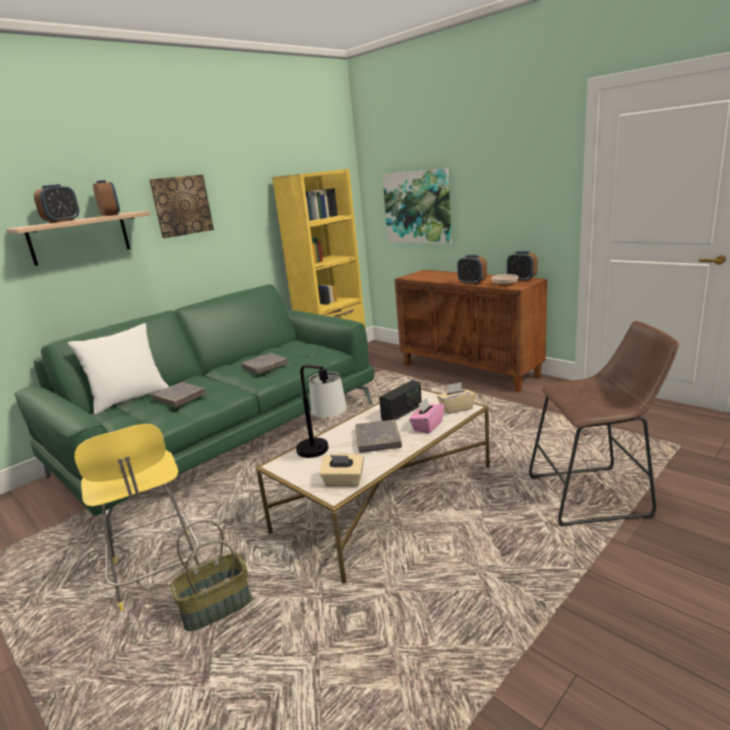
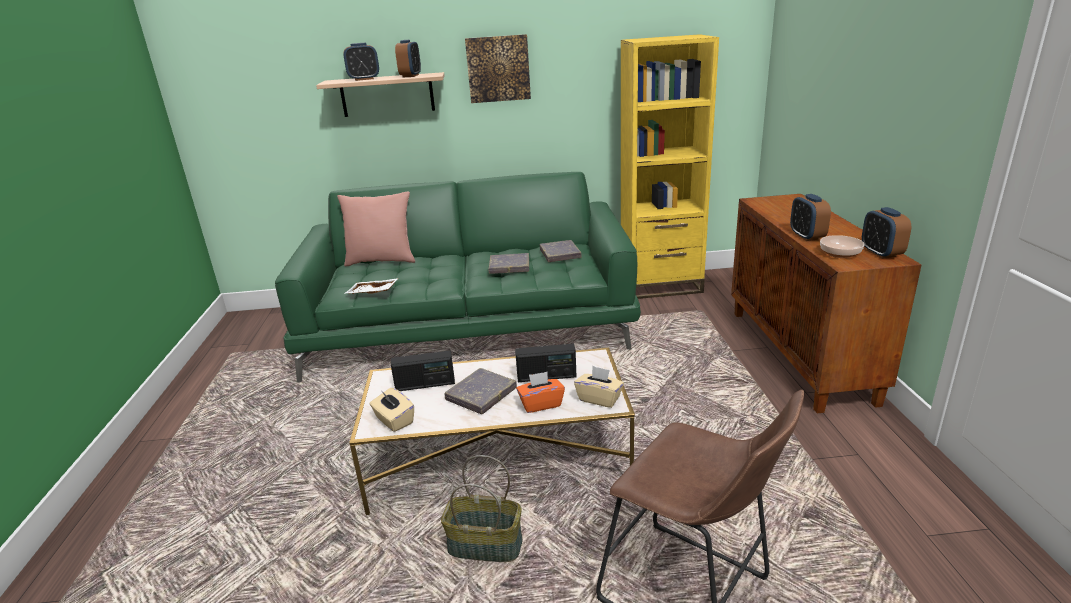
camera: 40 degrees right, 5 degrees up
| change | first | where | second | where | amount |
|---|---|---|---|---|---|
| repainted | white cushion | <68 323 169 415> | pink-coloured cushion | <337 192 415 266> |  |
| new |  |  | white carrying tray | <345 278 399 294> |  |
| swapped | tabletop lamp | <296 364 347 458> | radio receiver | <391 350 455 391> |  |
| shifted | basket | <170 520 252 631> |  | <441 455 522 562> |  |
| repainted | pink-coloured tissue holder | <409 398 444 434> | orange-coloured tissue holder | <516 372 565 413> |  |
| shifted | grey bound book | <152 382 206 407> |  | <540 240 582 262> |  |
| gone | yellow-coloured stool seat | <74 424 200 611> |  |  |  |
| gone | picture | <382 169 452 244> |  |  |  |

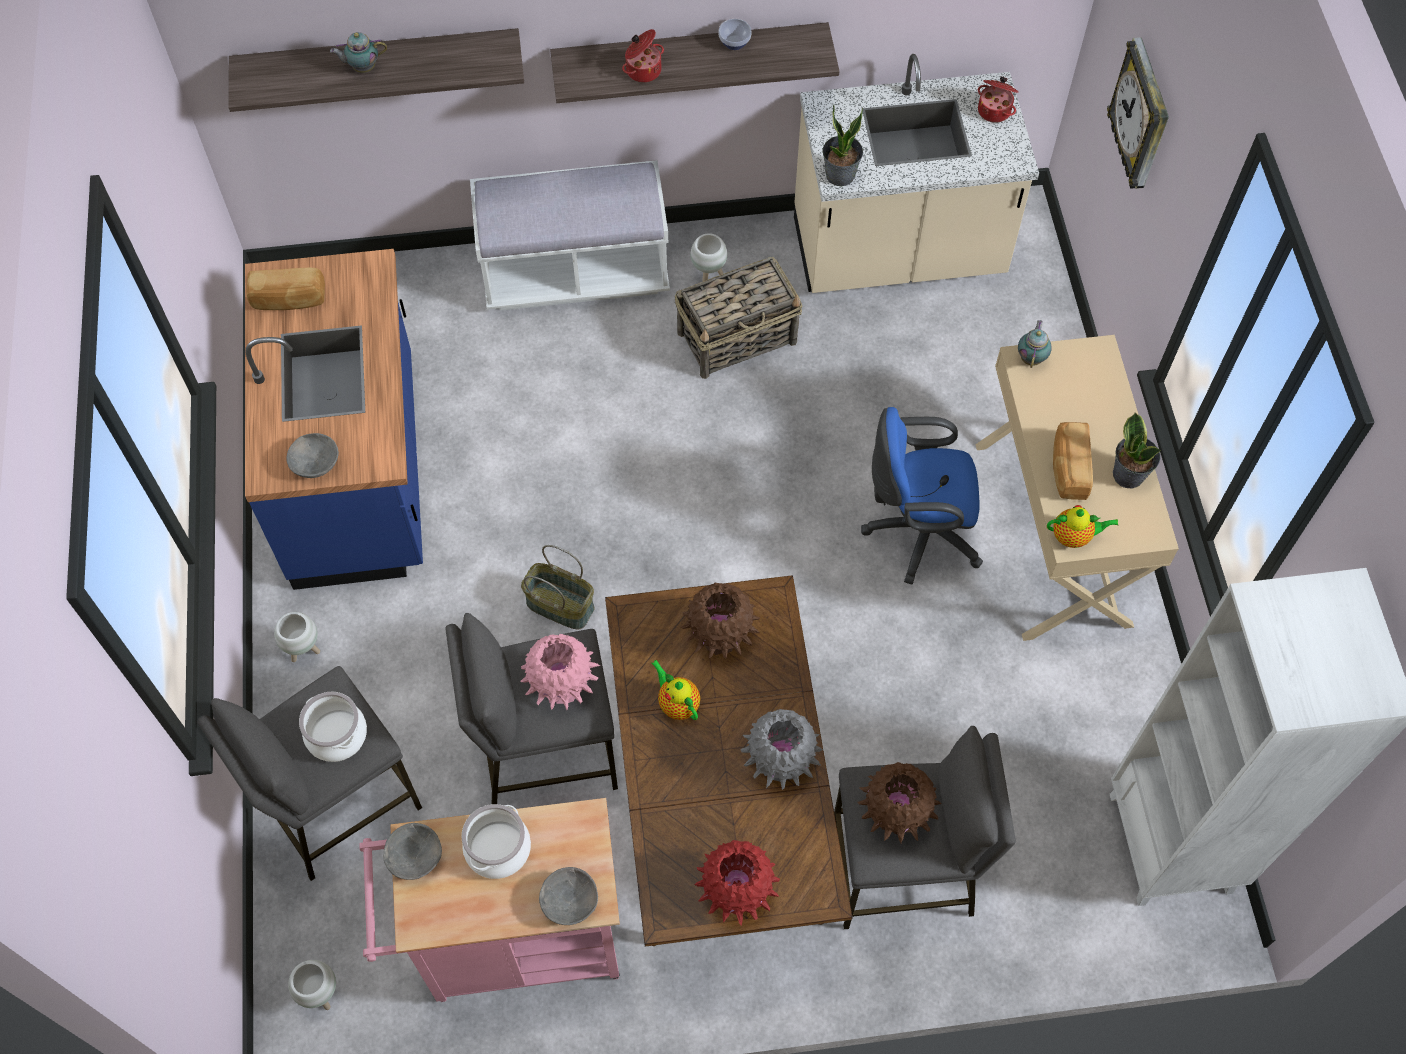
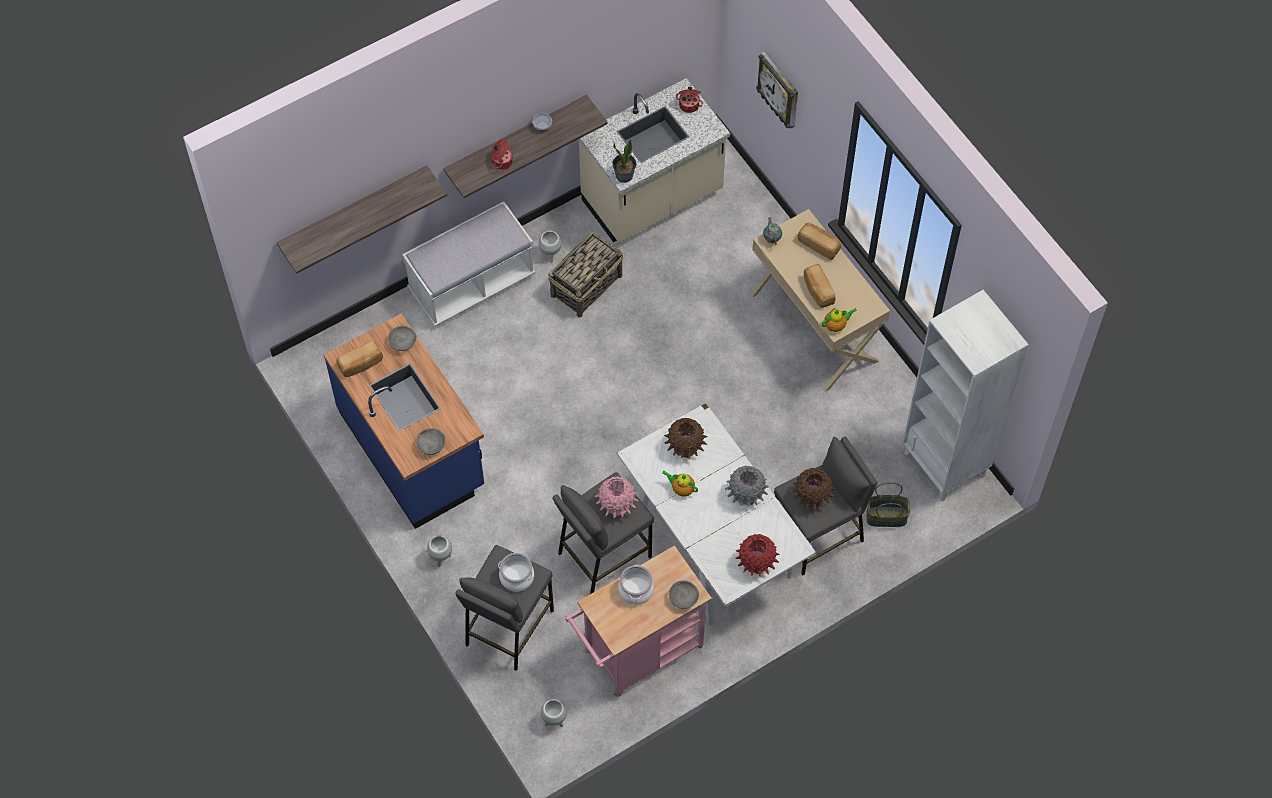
camera: 25 degrees left, 0 degrees up
| change | first | where | second | where | amount |
|---|---|---|---|---|---|
| shifted | grey serving bowl | <383 823 442 880> |  | <388 326 416 351> |  |
| repainted | brown-coloured dinner table | <605 575 853 947> | white dinner table | <617 403 816 625> |  |
| new |  |  | bread | <798 223 841 260> |  |
| shifted | basket | <521 545 594 629> |  | <866 482 910 527> |  |
| gone | tea pot | <330 32 387 73> |  |  |  |
| gone | blue computer chair | <861 407 983 584> |  |  |  |
| gone | plant in a pot | <1113 412 1161 489> |  |  |  |

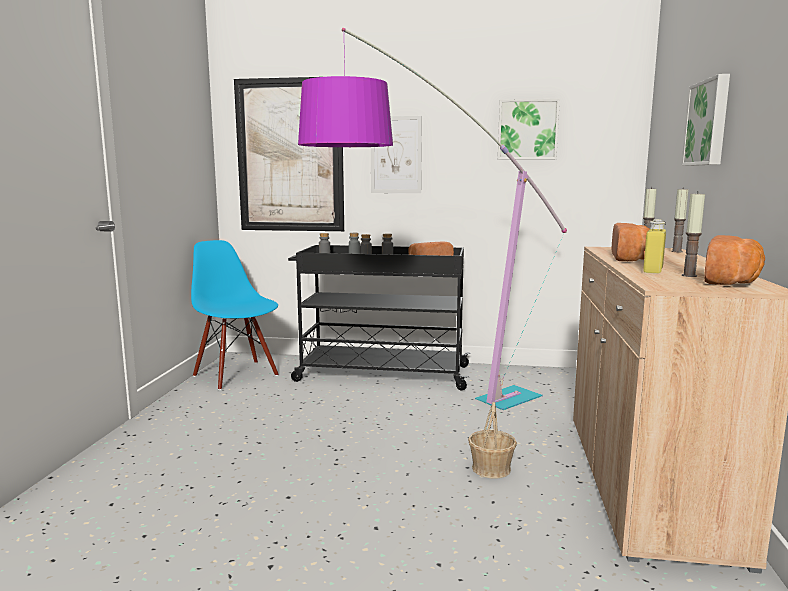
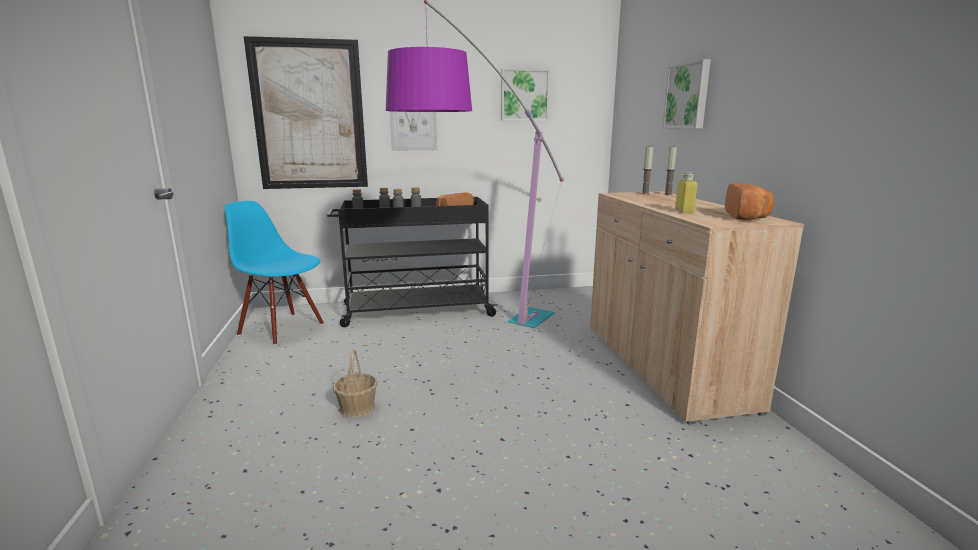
camera: 20 degrees left, 5 degrees up
| change | first | where | second | where | amount |
|---|---|---|---|---|---|
| shifted | basket | <468 402 517 478> |  | <333 349 378 418> |  |
| gone | bread | <612 223 649 261> |  |  |  |
| gone | wax candle | <682 191 705 277> |  |  |  |

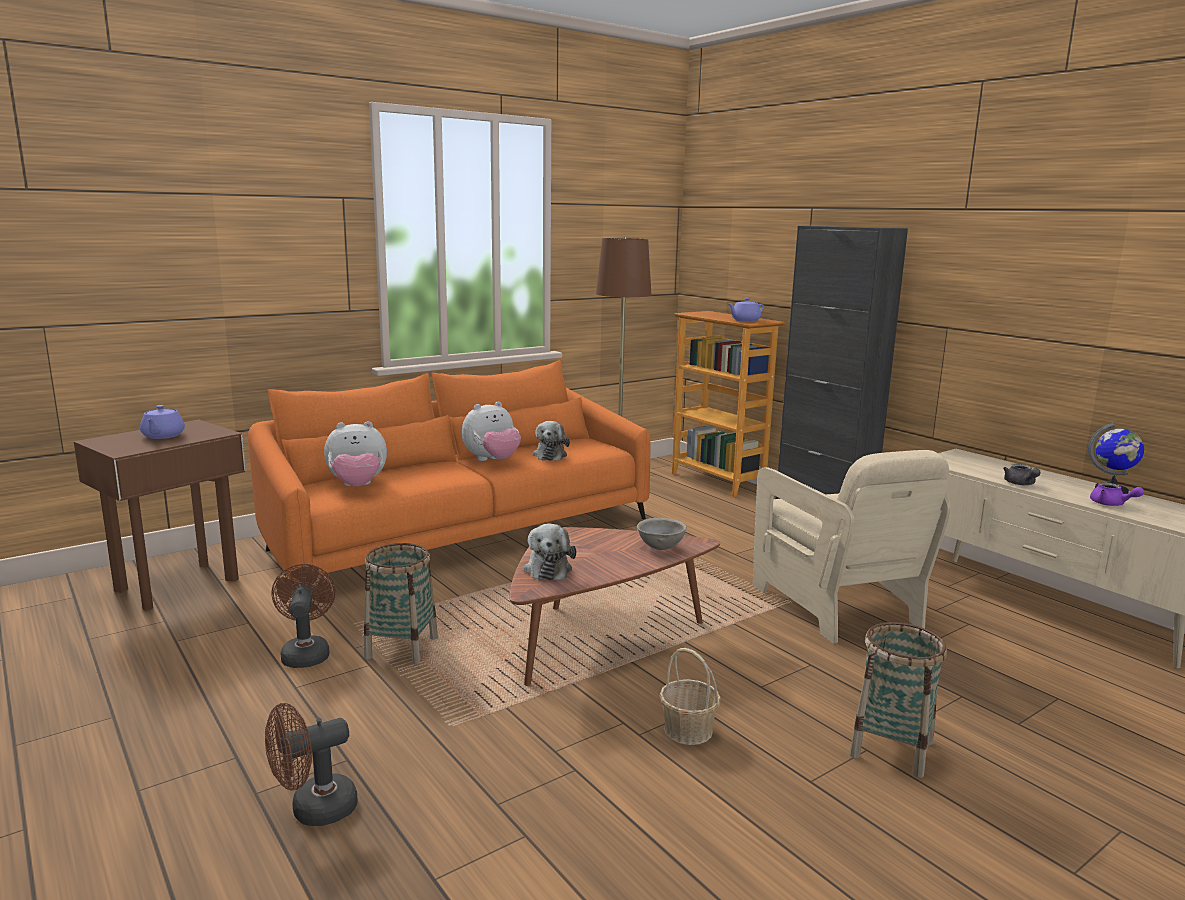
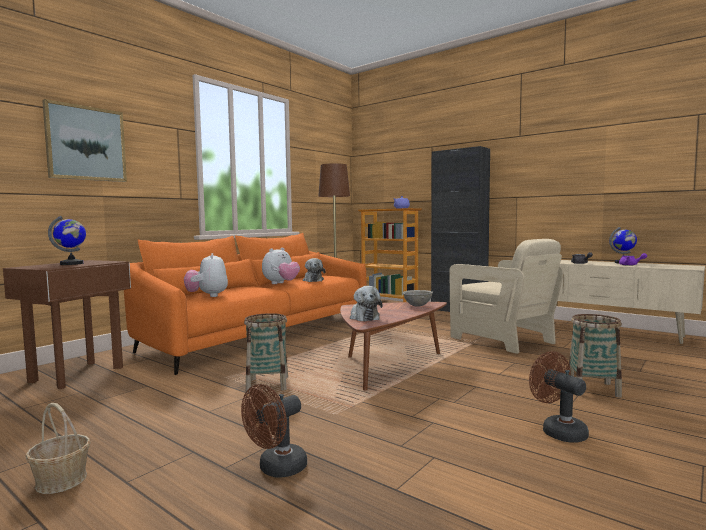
camera: 15 degrees left, 10 degrees down
| change | first | where | second | where | amount |
|---|---|---|---|---|---|
| shifted | basket | <659 648 721 745> |  | <25 403 91 494> |  |
| new |  |  | picture | <42 99 127 182> |  |
| swapped | purplish tea pot | <140 405 185 439> | globe | <48 216 86 265> |  |
| rotated | soft toy | <324 421 387 487> |  | <184 253 228 297> | 105 degrees clockwise |
| shifted | brown-coloured electric fan | <272 564 335 668> |  | <529 351 589 443> |  |

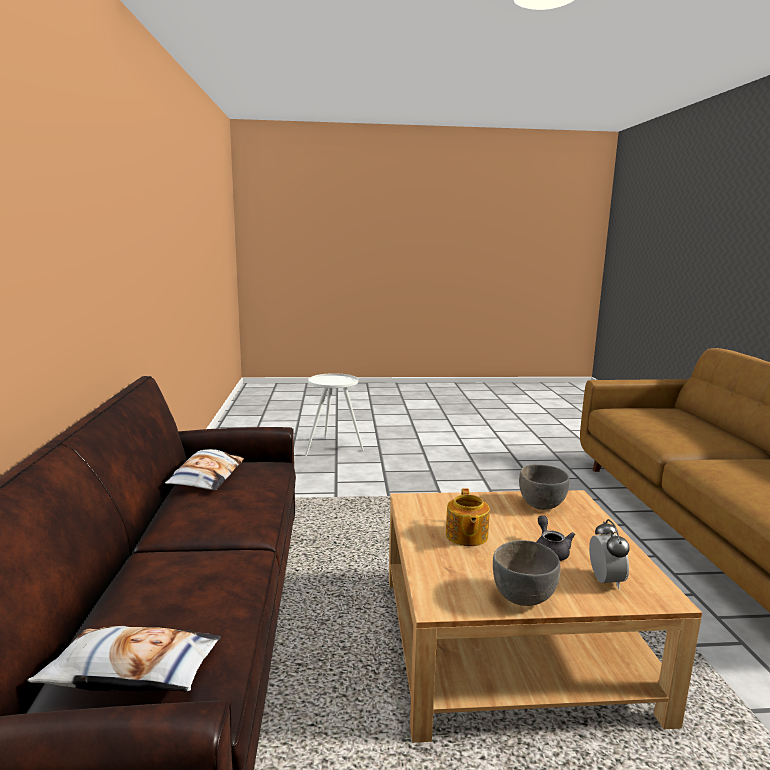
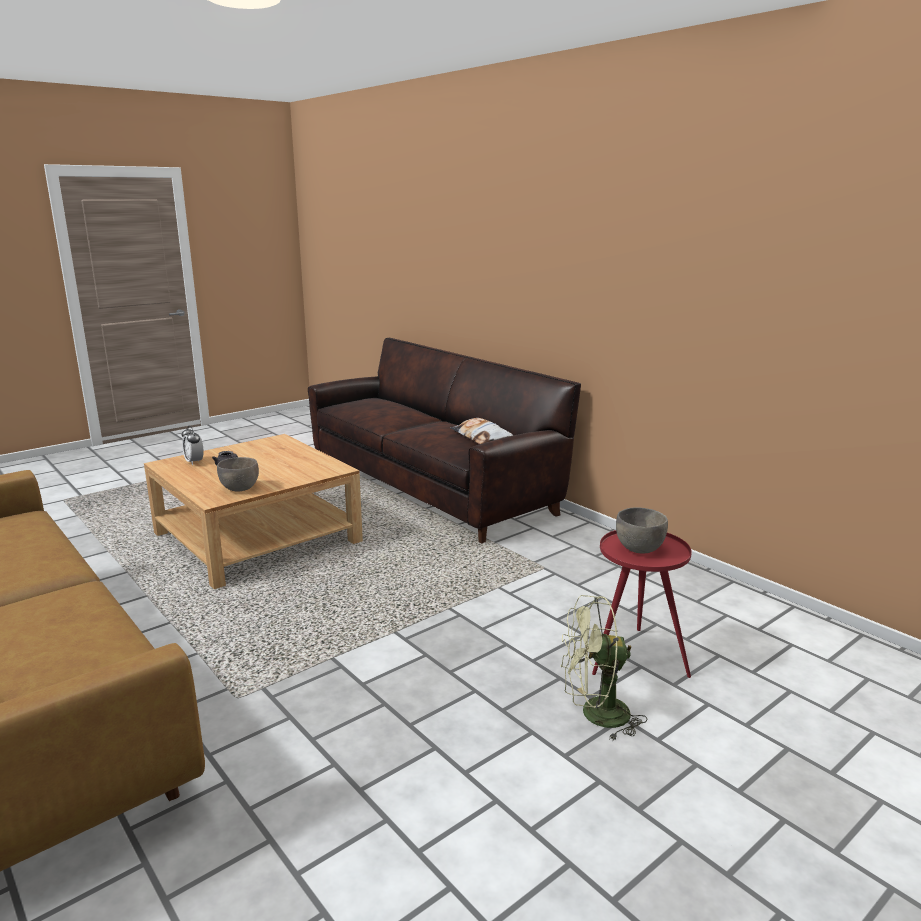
camera: 145 degrees right, 5 degrees up
| change | first | where | second | where | amount |
|---|---|---|---|---|---|
| new |  |  | green electric fan | <560 595 647 741> |  |
| repainted | white accent table | <305 373 364 456> | red-coloured accent table | <592 530 692 678> |  |
| shifted | grey serving bowl | <493 540 561 606> |  | <616 507 668 553> |  |
| gone | cushion | <27 626 221 692> |  |  |  |
| gone | tea pot | <446 488 490 546> |  |  |  |

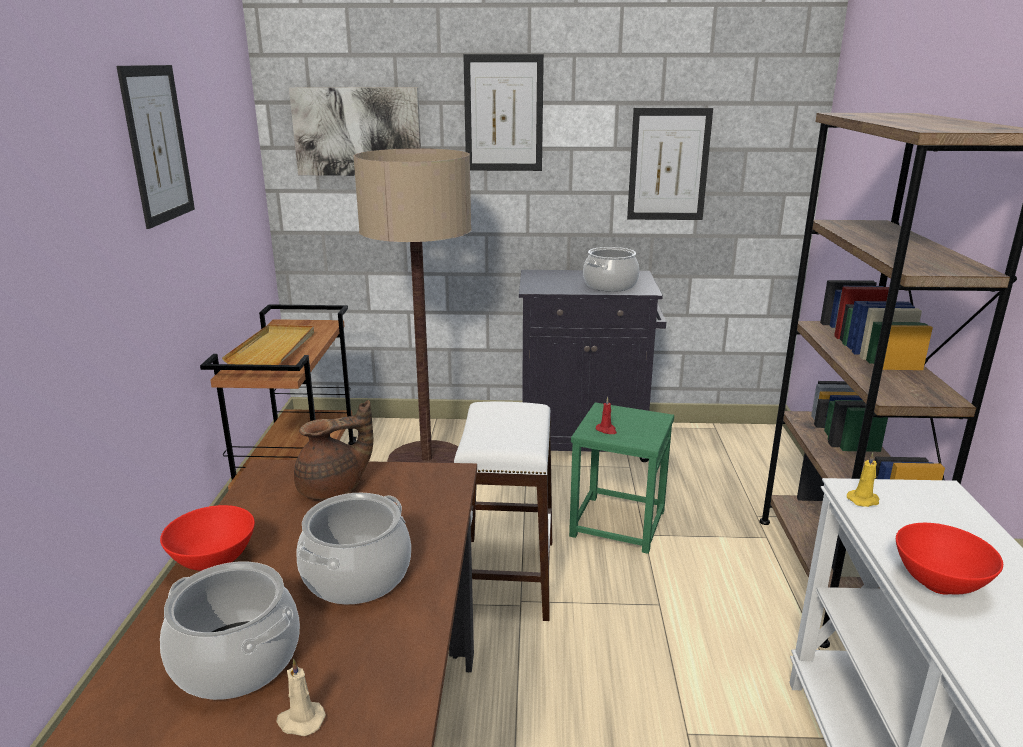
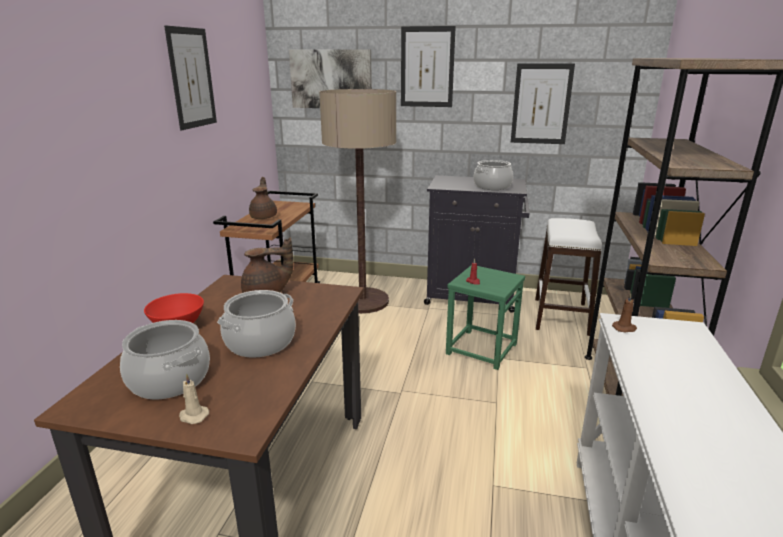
camera: 10 degrees right, 0 degrees up
| change | first | where | second | where | amount |
|---|---|---|---|---|---|
| swapped | beige carrying tray | <222 324 314 365> | brown-coloured tea pot | <249 177 277 219> |  |
| shifted | white stool seat | <454 402 552 621> |  | <535 218 602 336> |  |
| repainted | yellow-coloured wax candle | <847 453 879 507> | brown-coloured wax candle | <612 293 637 332> |  |
| gone | red-coloured serving bowl | <896 523 1003 595> |  |  |  |

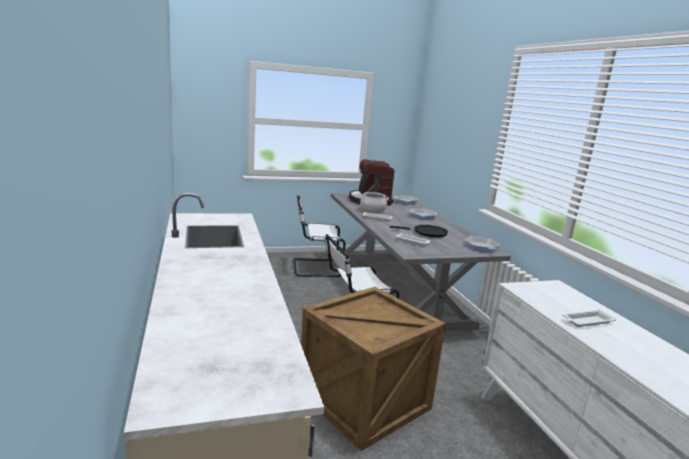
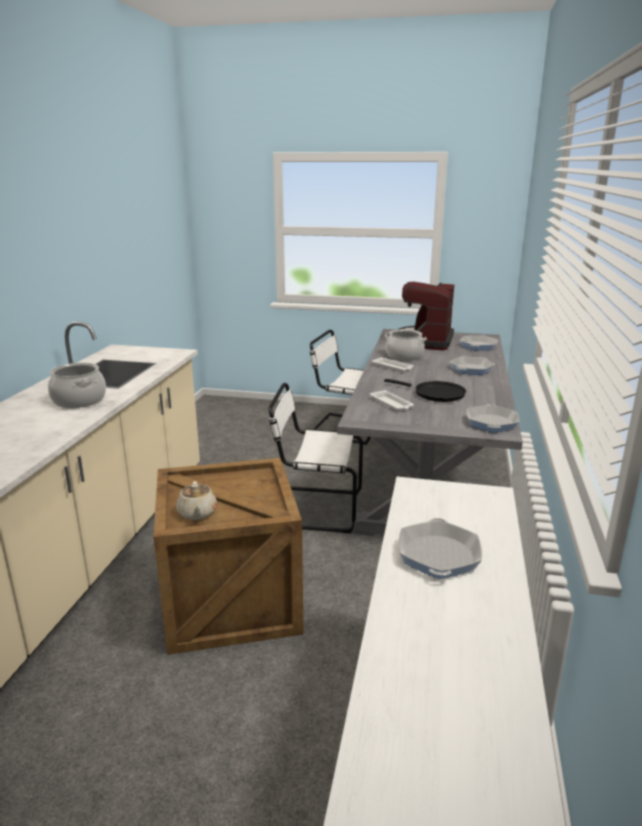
camera: 30 degrees right, 5 degrees up
| change | first | where | second | where | amount |
|---|---|---|---|---|---|
| new |  |  | saucepot | <48 363 106 408> |  |
| new |  |  | beige tea pot | <176 481 217 520> |  |
| swapped | white carrying tray | <562 309 617 327> | frying pan | <399 518 482 579> |  |

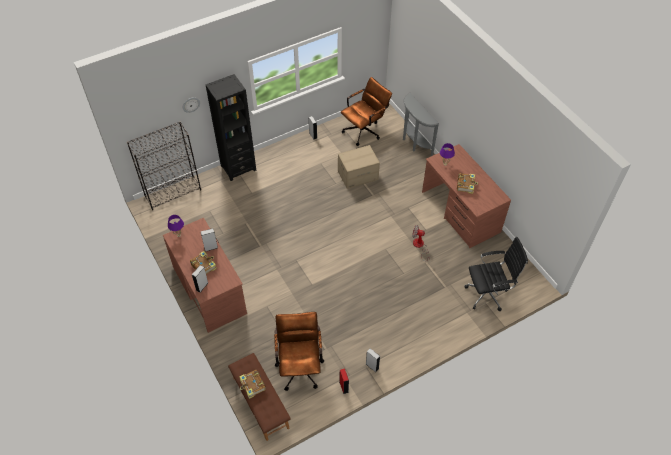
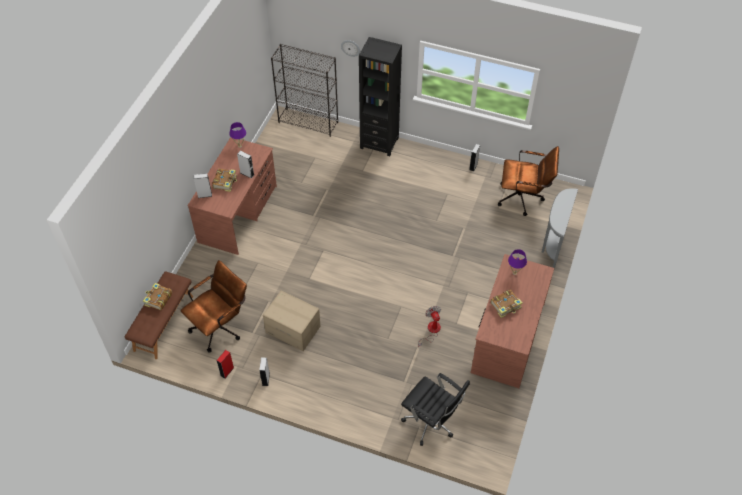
camera: 50 degrees right, 0 degrees up
| change | first | where | second | where | amount |
|---|---|---|---|---|---|
| shifted | packing box | <338 145 380 189> |  | <263 290 320 351> |  |

